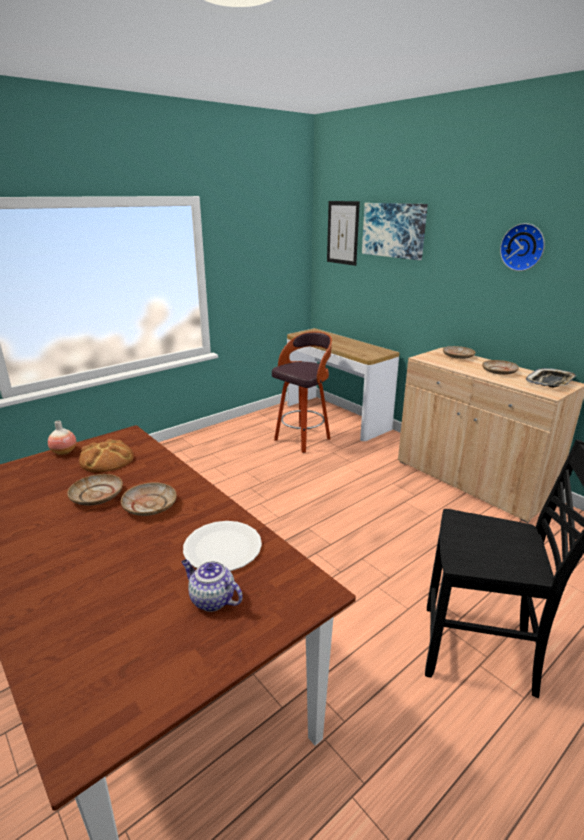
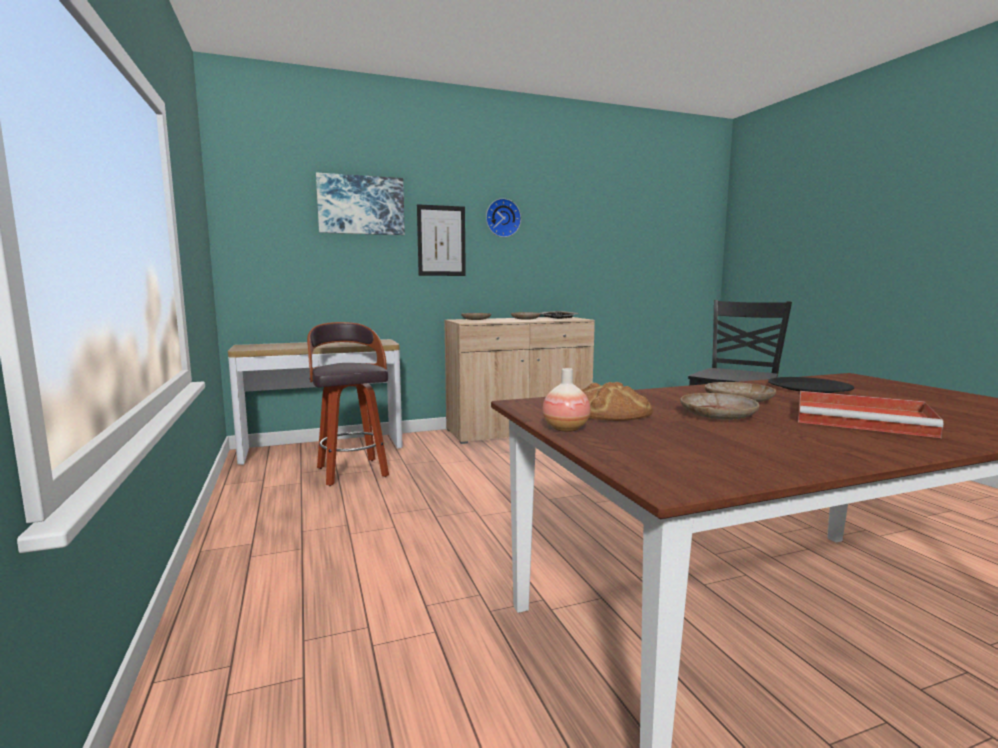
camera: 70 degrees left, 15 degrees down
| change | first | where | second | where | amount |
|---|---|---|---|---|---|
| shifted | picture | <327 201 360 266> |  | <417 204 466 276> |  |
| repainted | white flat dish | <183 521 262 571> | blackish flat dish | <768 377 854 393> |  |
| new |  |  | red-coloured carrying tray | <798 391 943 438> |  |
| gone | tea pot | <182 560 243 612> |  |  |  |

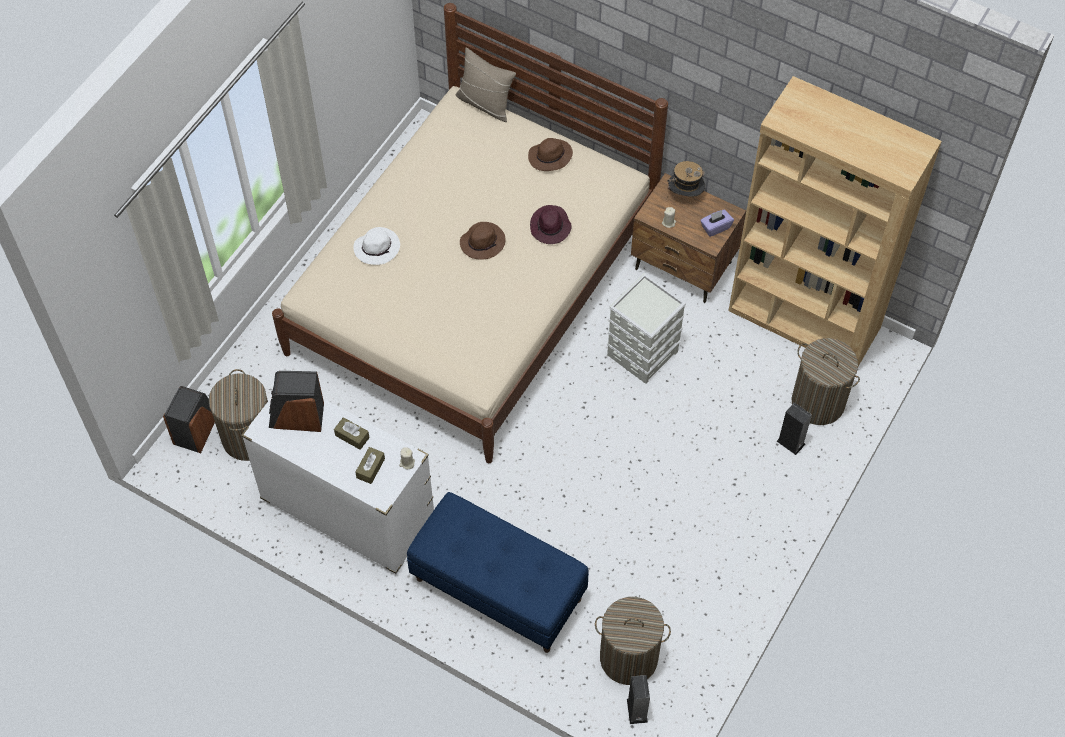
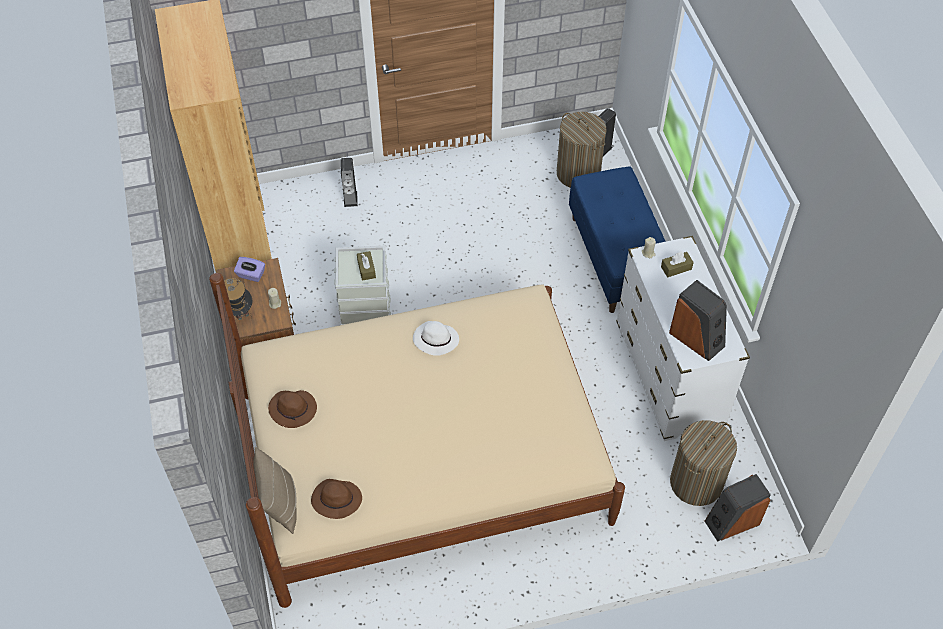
camera: 135 degrees left, 5 degrees down
| change | first | where | second | where | amount |
|---|---|---|---|---|---|
| shifted | brown-coloured wearable hat | <460 222 506 260> |  | <311 479 362 519> |  |
| shifted | brown-coloured tissue holder | <334 417 369 450> |  | <357 251 376 281> |  |
| shifted | white wearable hat | <353 227 400 265> |  | <413 321 459 356> |  |
| gone | purplish wearable hat | <530 205 572 244> |  |  |  |
| gone | washing basket | <791 338 860 425> |  |  |  |

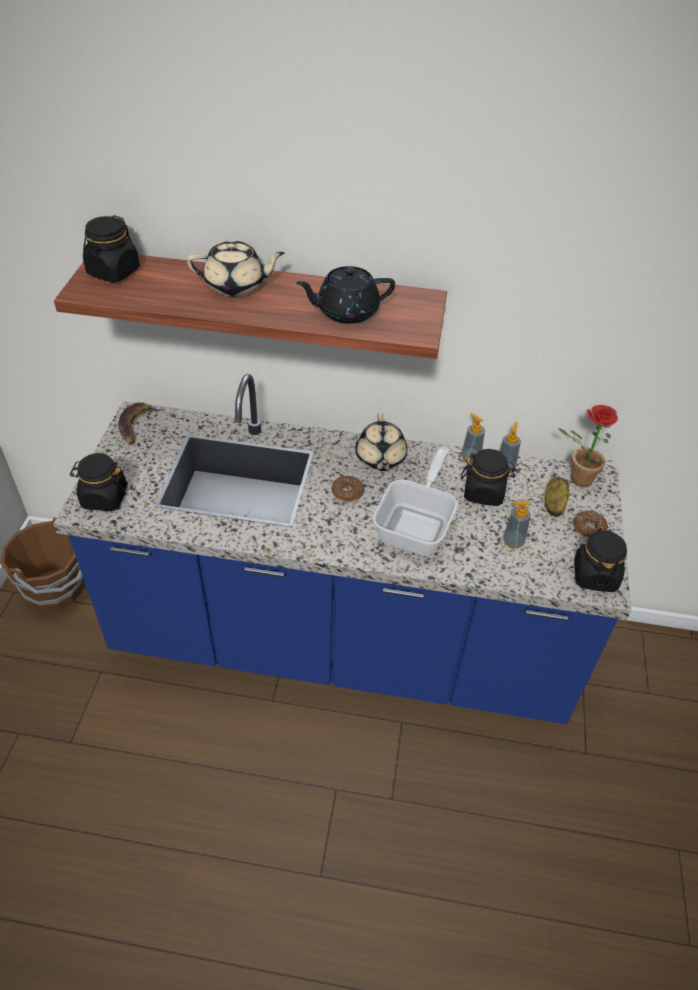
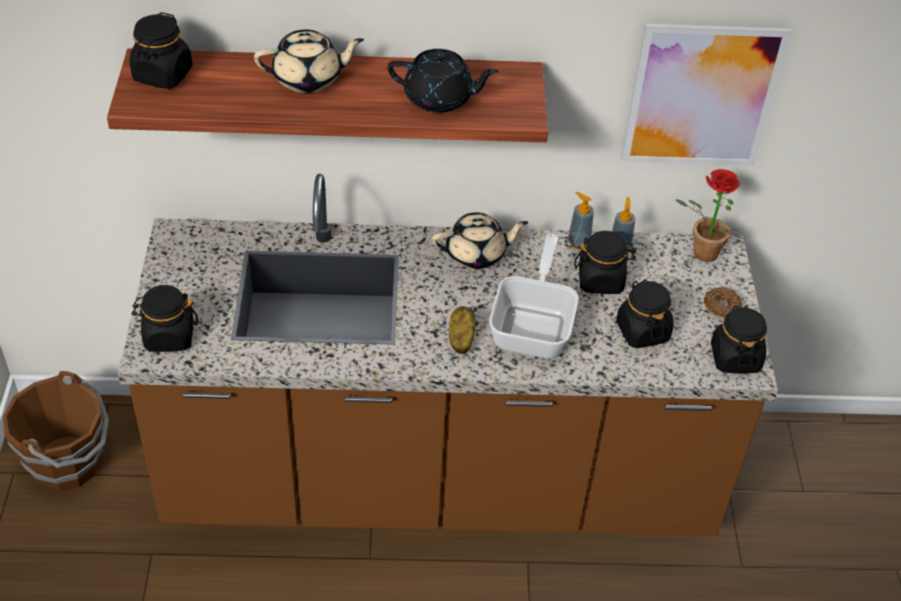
camera: 10 degrees left, 0 degrees up
| change | first | where | second | where | amount |
|---|---|---|---|---|---|
| repainted | blue counter | <53 374 631 724> | brown-coloured counter | <118 174 778 536> |  |
| rotated | blackish tea pot | <296 266 395 324> |  | <388 49 498 113> | 150 degrees counterclockwise |
| rotated | beige tea pot | <355 413 407 471> |  | <432 212 528 269> | 90 degrees counterclockwise |
| shifted | spud | <545 477 569 517> |  | <449 306 476 354> |  |
| swapped | liquid soap bottle | <503 501 531 549> | blackish preserve jar | <616 279 674 348> |  |
| new |  |  | picture | <621 23 792 166> |  |
| gone | whole banana | <118 402 161 443> |  |  |  |
| gone | doughnut | <331 476 364 502> |  |  |  |

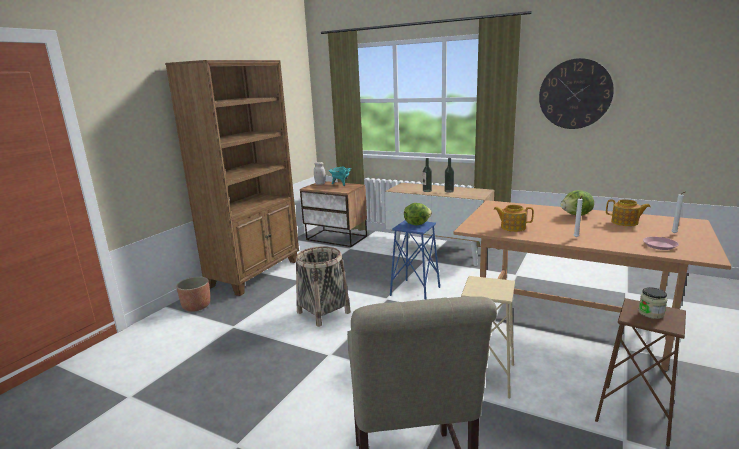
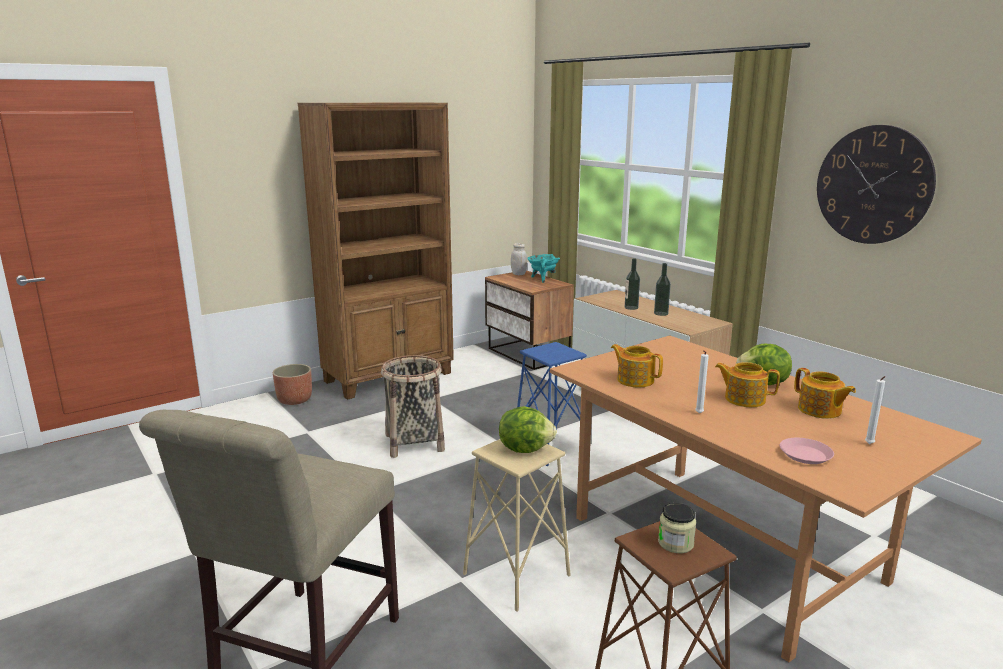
camera: 25 degrees right, 0 degrees up
| change | first | where | second | where | amount |
|---|---|---|---|---|---|
| shifted | lettuce head | <404 203 432 225> |  | <499 406 557 453> |  |
| new |  |  | tea pot | <715 362 780 407> |  |

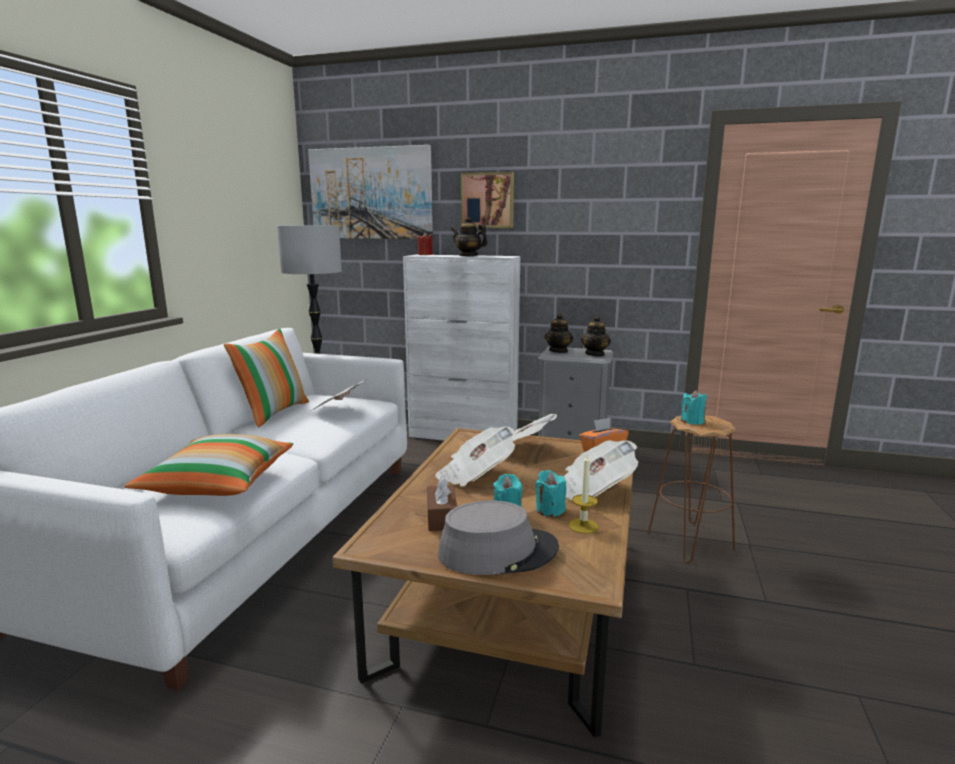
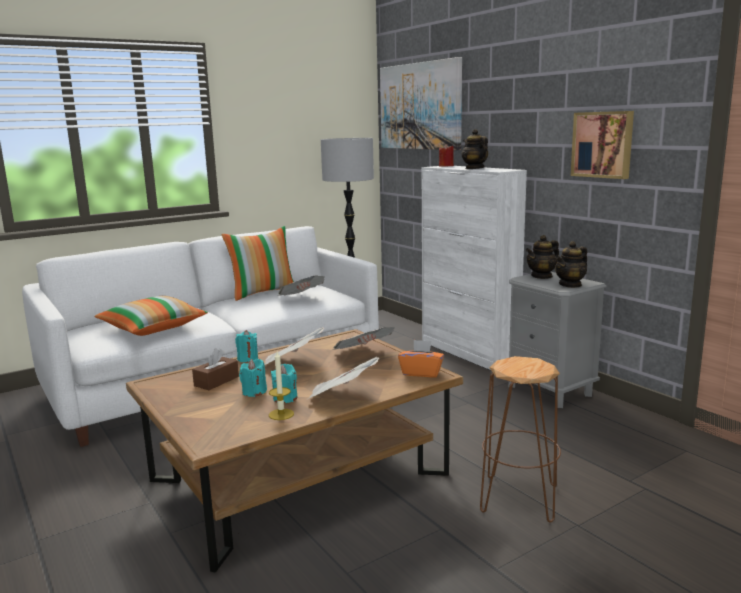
camera: 40 degrees right, 0 degrees up
| change | first | where | second | where | amount |
|---|---|---|---|---|---|
| shifted | turquoise-coloured wax candle | <681 390 707 425> |  | <235 330 258 362> |  |
| shifted | picture | <461 172 514 228> |  | <571 111 634 179> |  |
| gone | grey wearable hat | <438 500 559 575> |  |  |  |

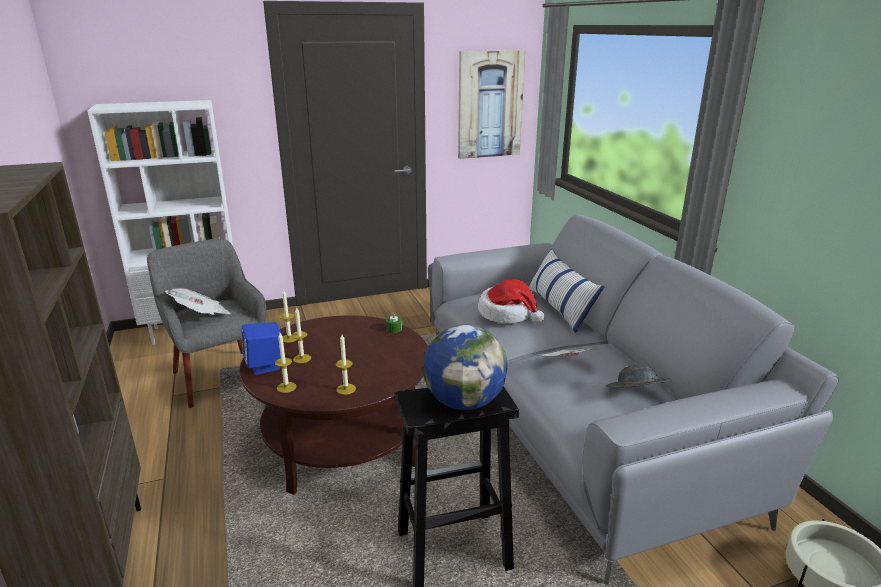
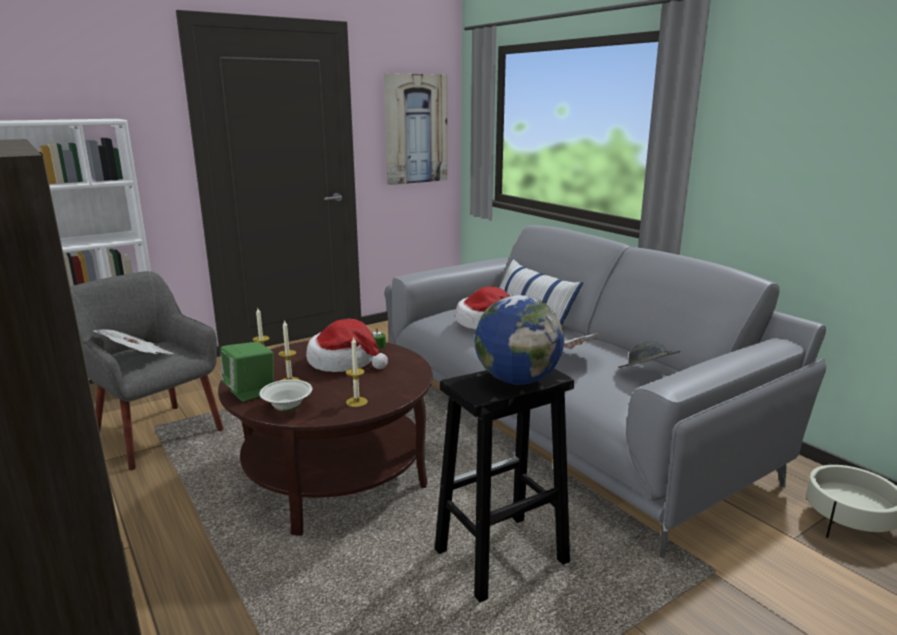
camera: 15 degrees left, 5 degrees down
| change | first | where | second | where | amount |
|---|---|---|---|---|---|
| repainted | blue audio speaker | <241 322 283 375> | green audio speaker | <221 342 274 402> |  |
| swapped | wax candle | <275 333 297 393> | white serving bowl | <259 380 312 411> |  |
| new |  |  | wearable hat | <306 319 388 372> |  |

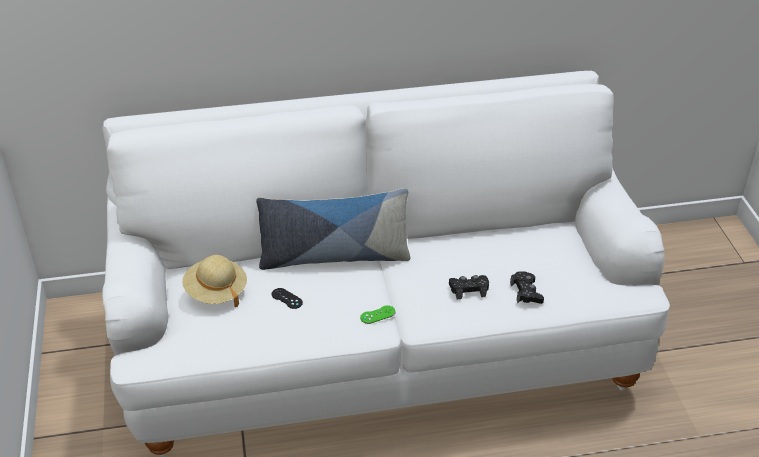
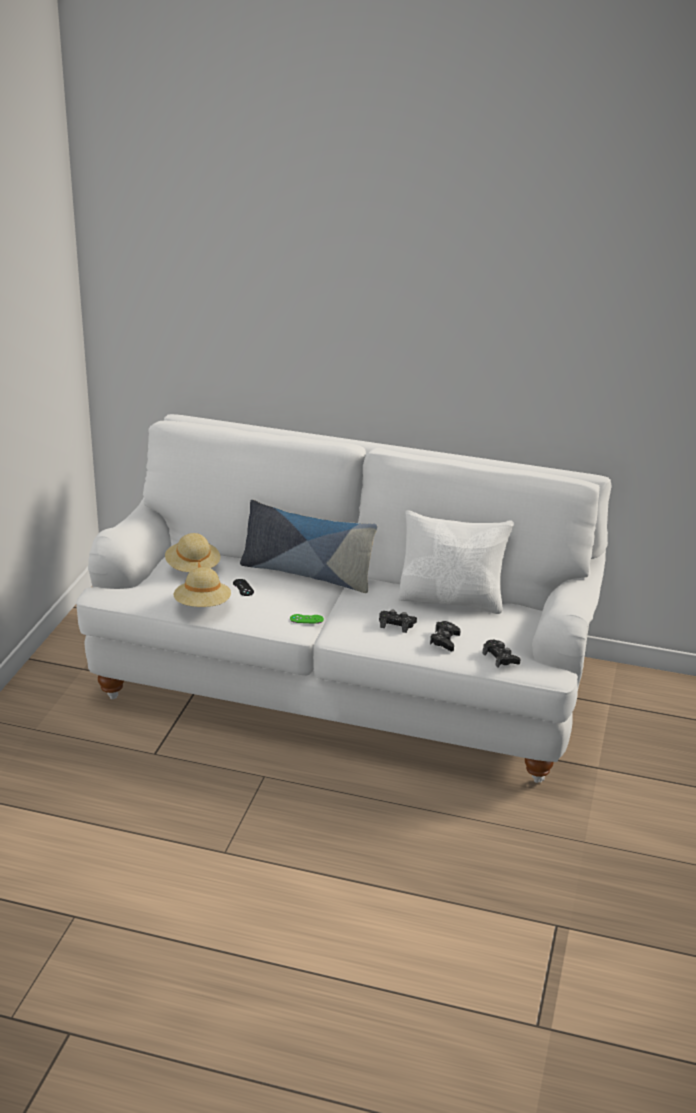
camera: 25 degrees right, 10 degrees down
| change | first | where | second | where | amount |
|---|---|---|---|---|---|
| new |  |  | beige wearable hat | <173 567 231 607> |  |
| new |  |  | white cushion | <398 510 514 614> |  |
| new |  |  | blackish joypad | <483 639 521 668> |  |

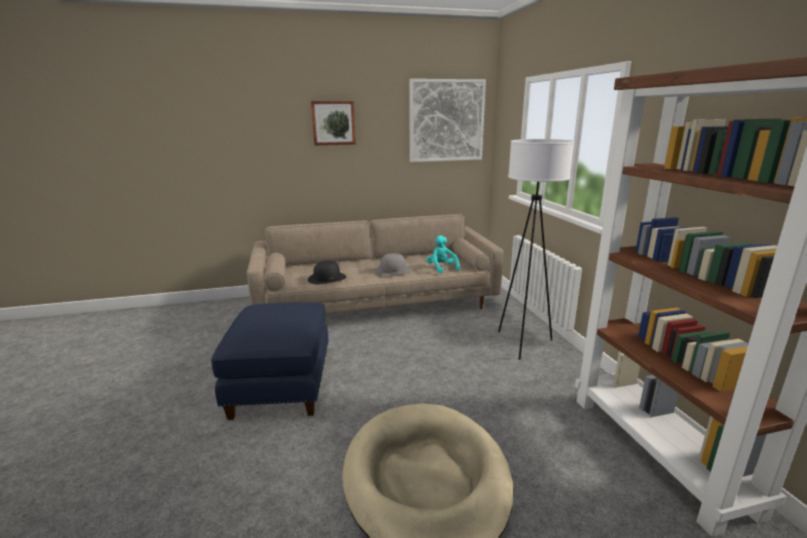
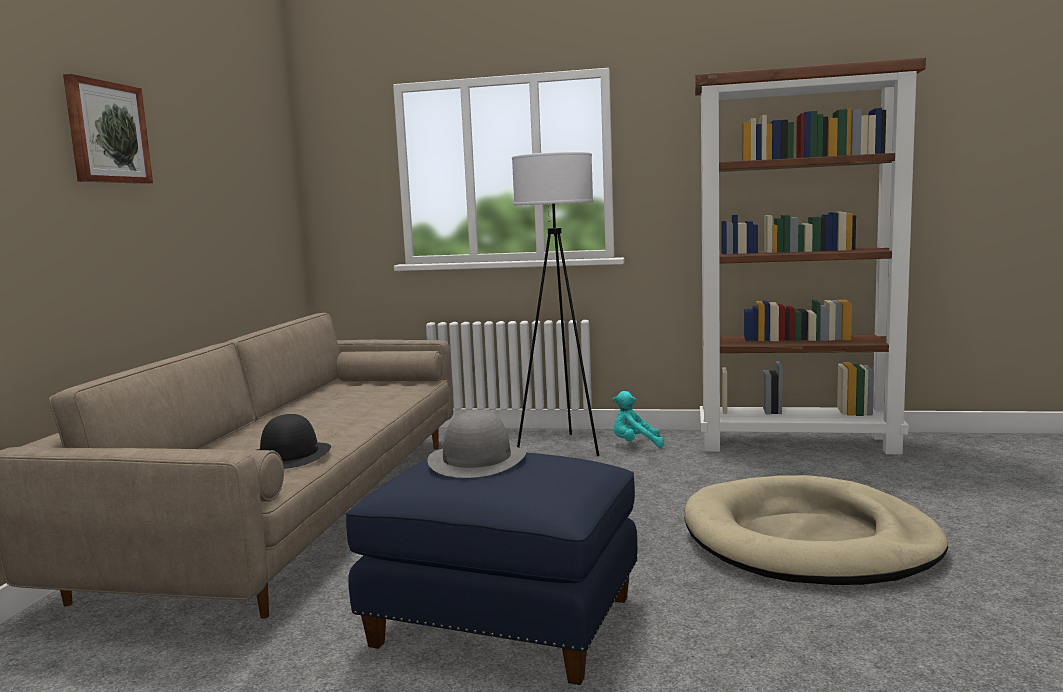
camera: 65 degrees left, 10 degrees down
| change | first | where | second | where | amount |
|---|---|---|---|---|---|
| shifted | grey wearable hat | <375 253 411 275> |  | <427 410 526 478> |  |
| shifted | turquoise-coloured soft toy | <427 235 460 274> |  | <613 391 664 447> |  |
| gone | picture | <409 79 486 162> |  |  |  |

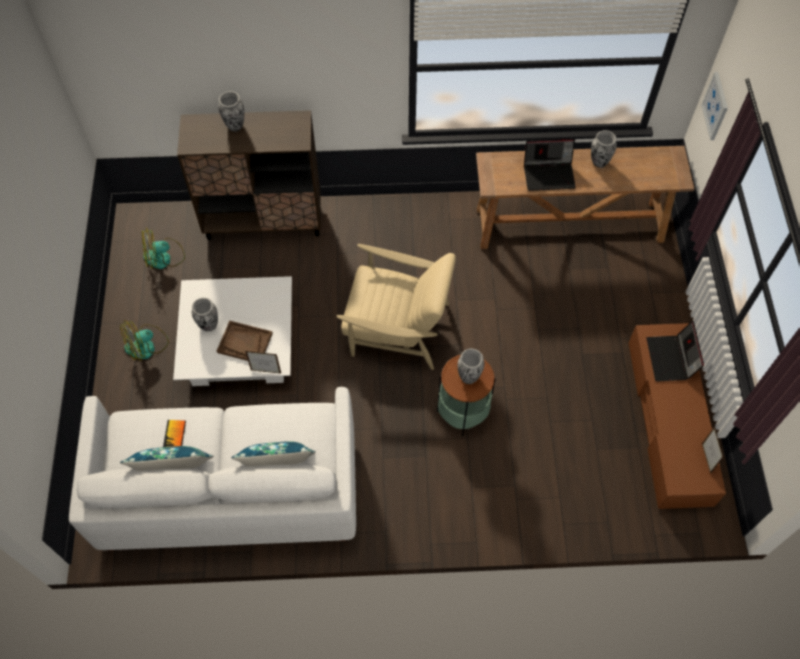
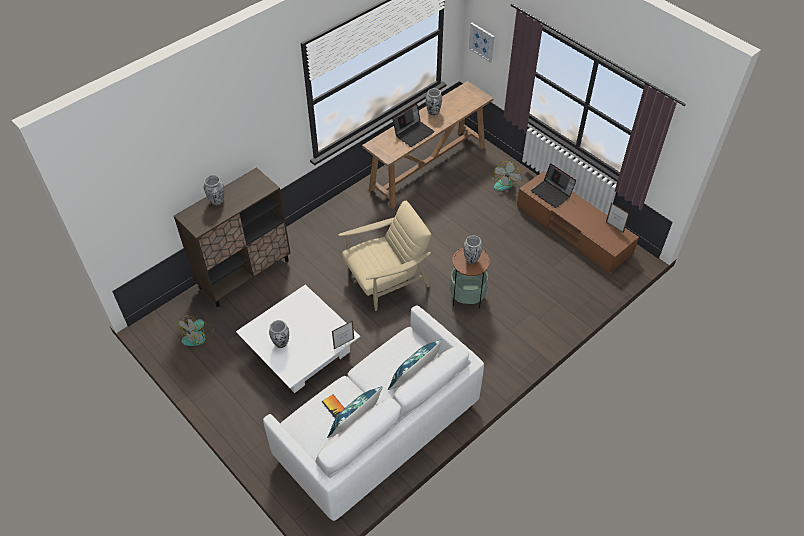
camera: 40 degrees left, 10 degrees down
| change | first | where | second | where | amount |
|---|---|---|---|---|---|
| shifted | electric fan | <120 320 169 361> |  | <490 161 522 191> |  |
| gone | brown-coloured carrying tray | <217 321 273 361> |  |  |  |

